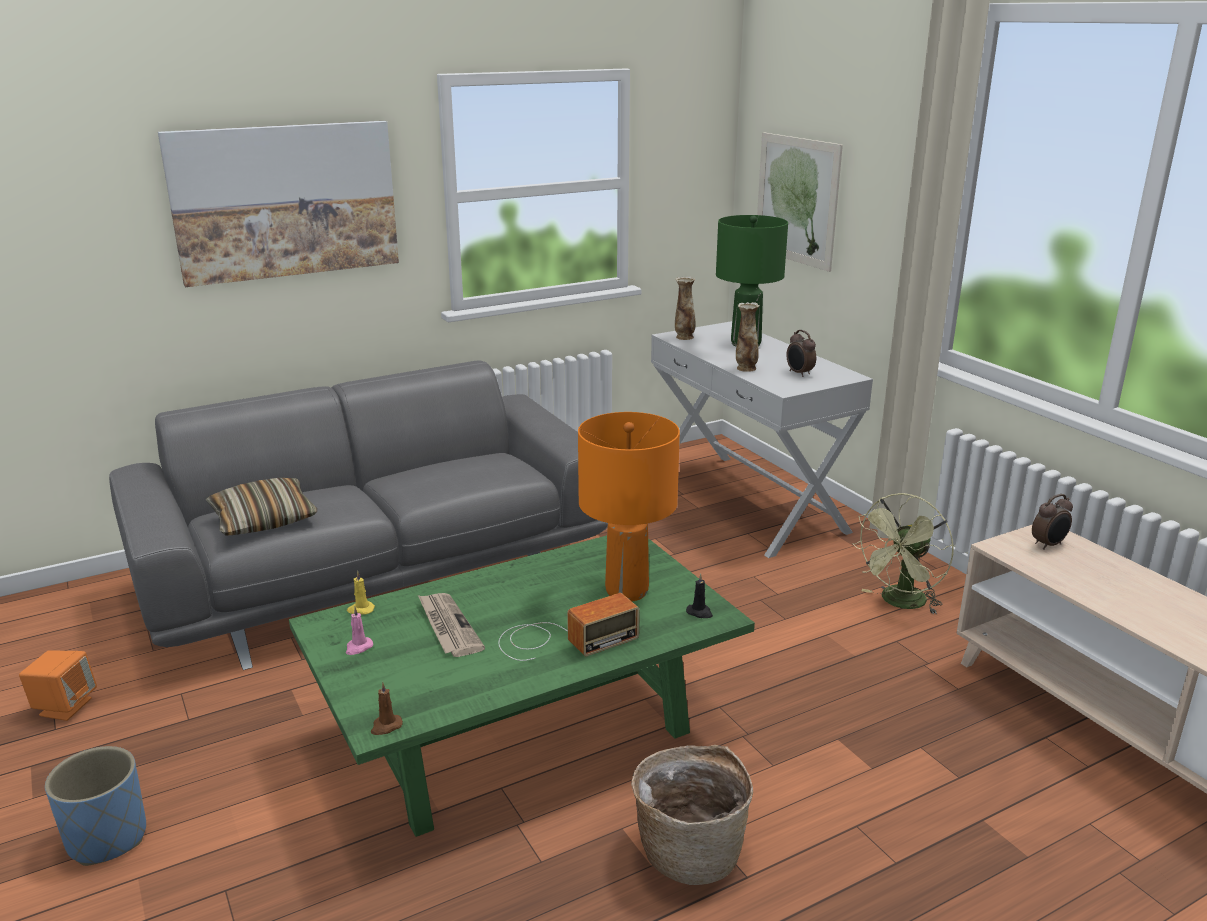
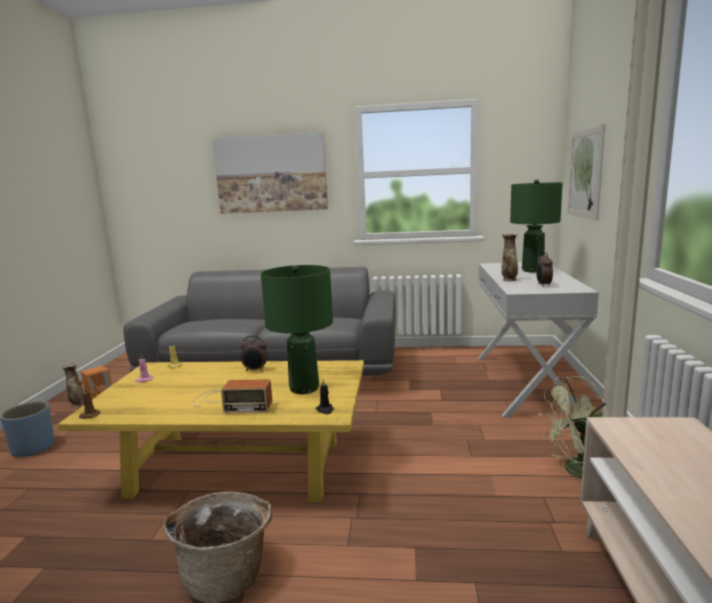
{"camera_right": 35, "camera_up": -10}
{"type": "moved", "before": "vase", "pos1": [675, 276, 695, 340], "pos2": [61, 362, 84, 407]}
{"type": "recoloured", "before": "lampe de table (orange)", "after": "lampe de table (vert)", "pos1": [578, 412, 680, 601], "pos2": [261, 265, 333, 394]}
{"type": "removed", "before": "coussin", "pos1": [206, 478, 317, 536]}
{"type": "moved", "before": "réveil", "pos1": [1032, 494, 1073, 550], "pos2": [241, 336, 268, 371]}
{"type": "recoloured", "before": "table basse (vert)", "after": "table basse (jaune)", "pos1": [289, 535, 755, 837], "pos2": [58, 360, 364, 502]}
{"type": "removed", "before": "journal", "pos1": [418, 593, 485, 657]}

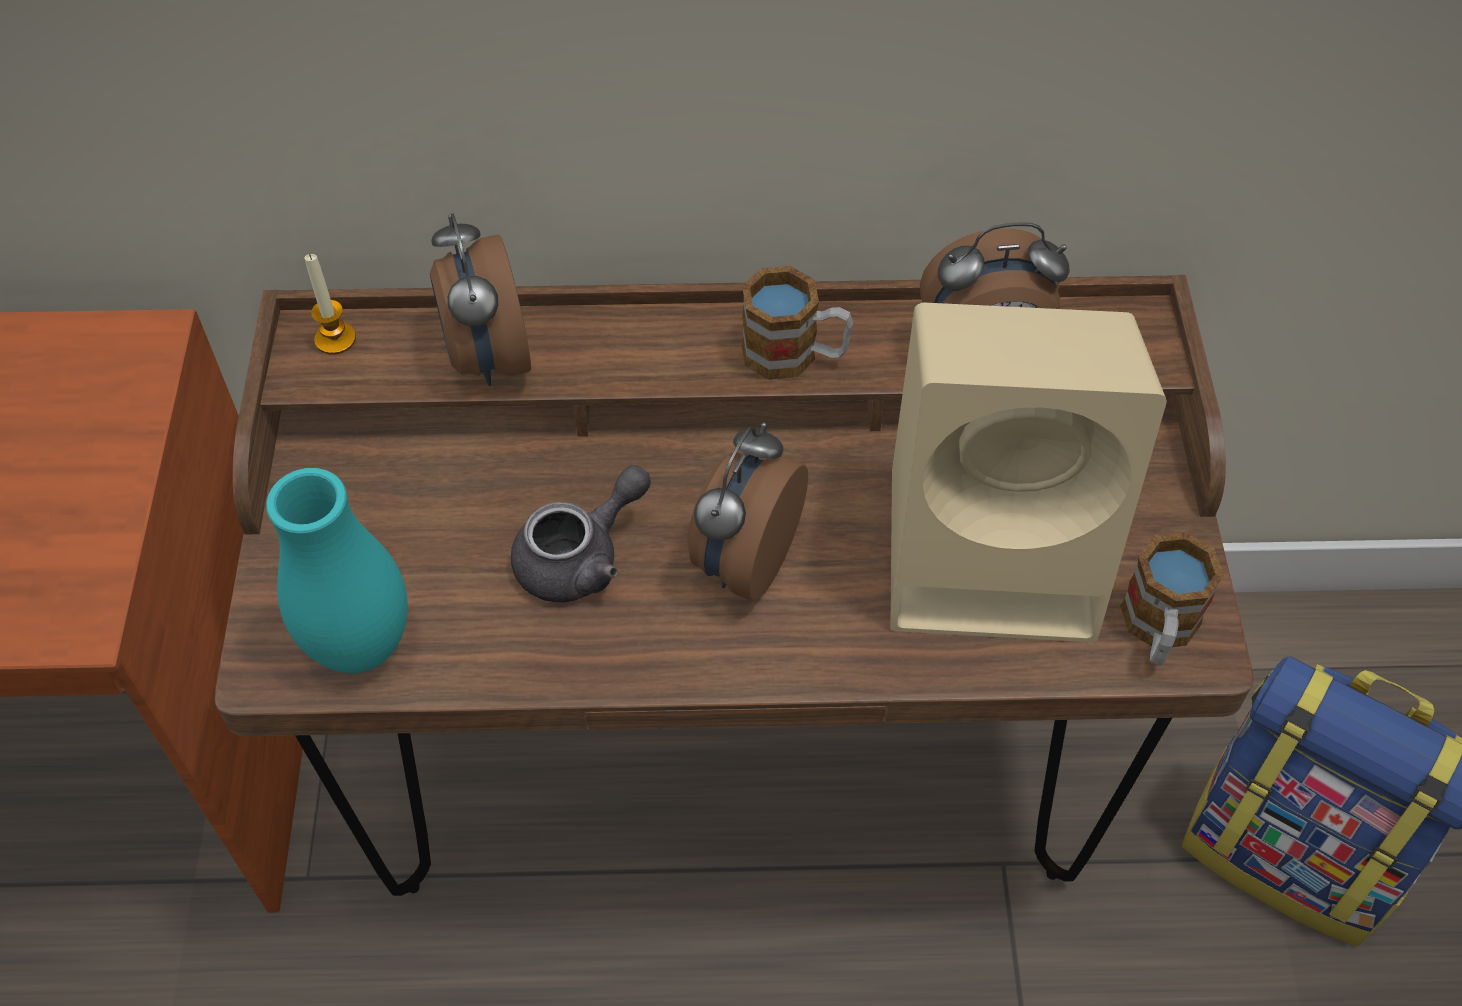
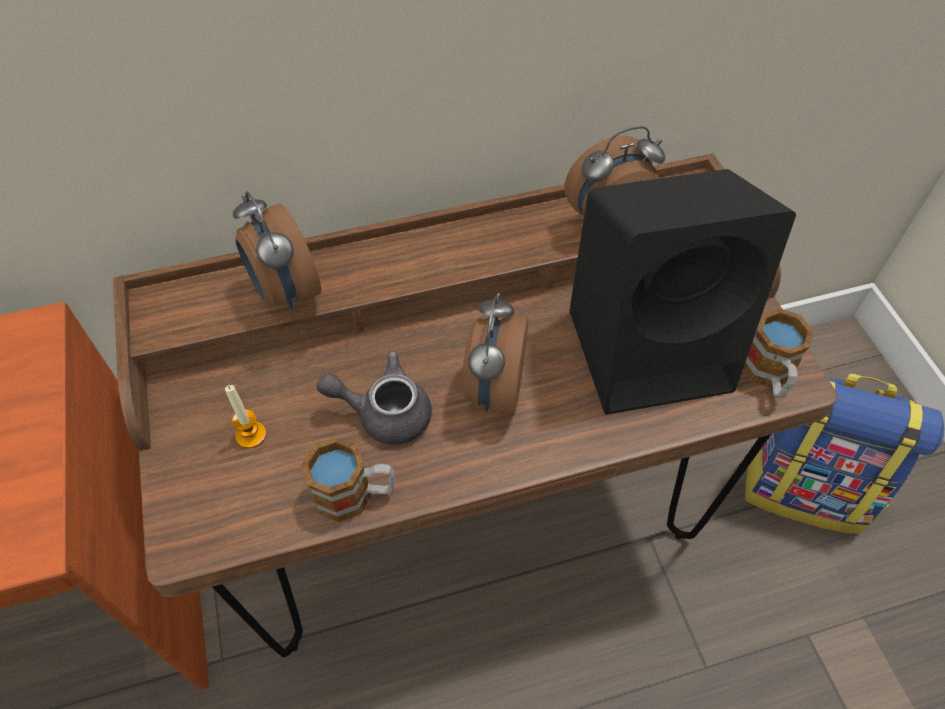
{"camera_right": -15, "camera_up": 0}
{"type": "moved", "before": "bougie", "pos1": [304, 254, 356, 355], "pos2": [225, 385, 266, 448]}
{"type": "moved", "before": "mug", "pos1": [741, 266, 853, 380], "pos2": [301, 437, 394, 522]}
{"type": "recoloured", "before": "enceinte (beige)", "after": "enceinte (noir)", "pos1": [890, 303, 1167, 642], "pos2": [569, 169, 796, 415]}
{"type": "turned", "before": "théière (gris)", "pos1": [511, 465, 651, 602], "pos2": [317, 351, 432, 445], "turn": -120}
{"type": "removed", "before": "vase (turquoise)", "pos1": [266, 468, 408, 673]}

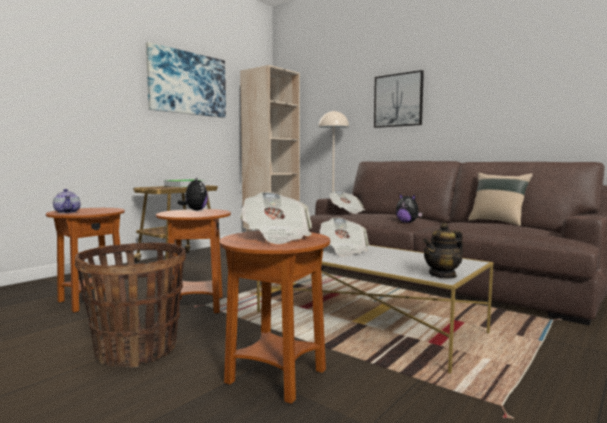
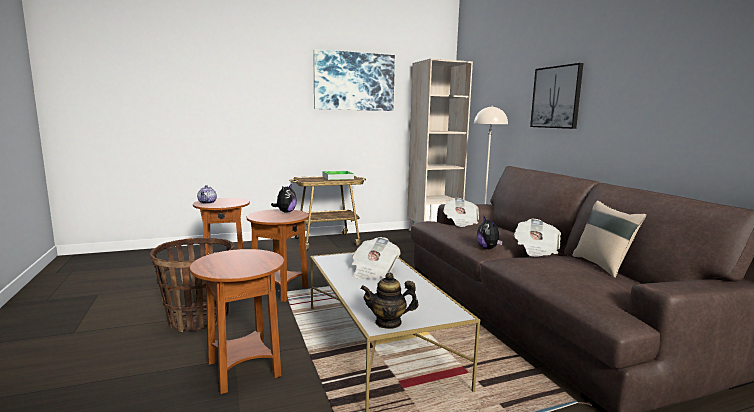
{"camera_right": 30, "camera_up": 5}
{"type": "moved", "before": "journal", "pos1": [240, 192, 312, 244], "pos2": [514, 219, 561, 257]}

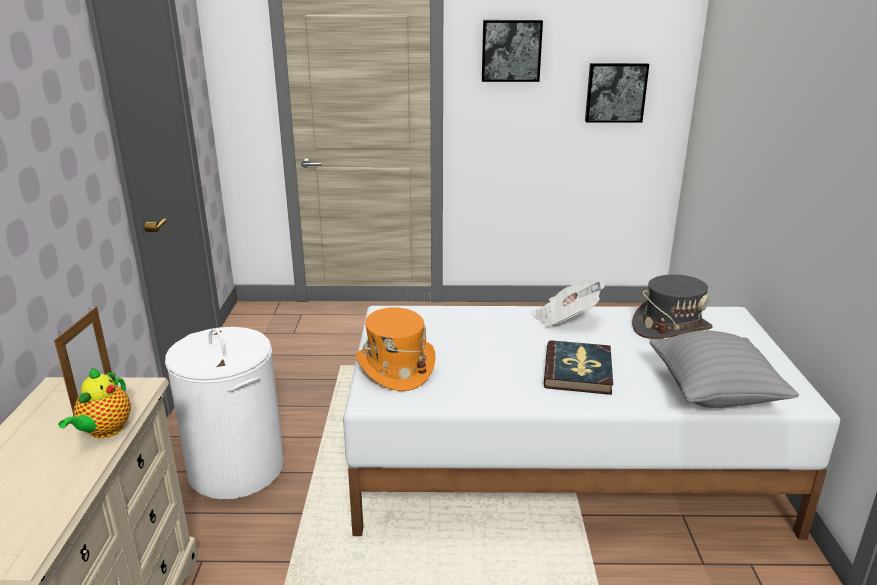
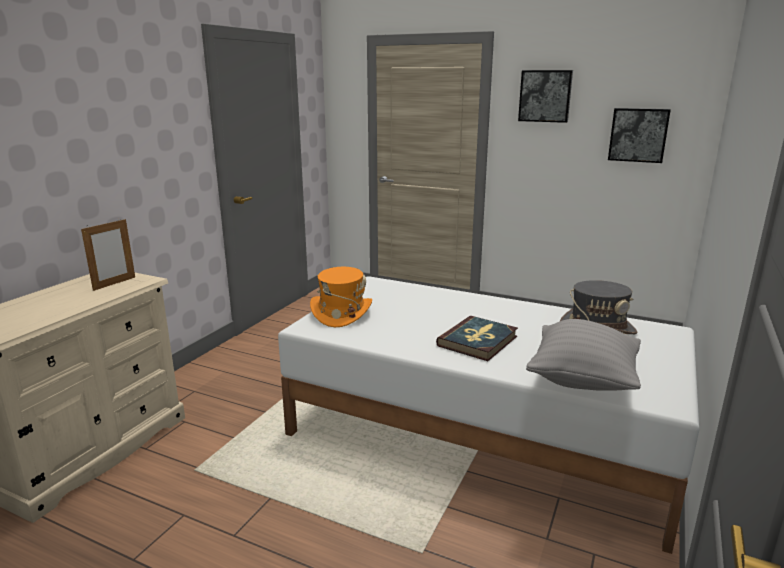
{"camera_right": 25, "camera_up": -5}
{"type": "removed", "before": "journal", "pos1": [531, 279, 604, 327]}
{"type": "removed", "before": "panier à linge (blanc)", "pos1": [165, 327, 284, 499]}
{"type": "removed", "before": "théière", "pos1": [58, 368, 131, 438]}

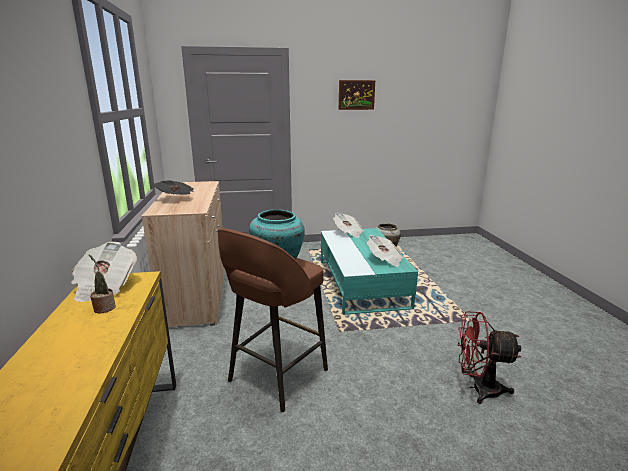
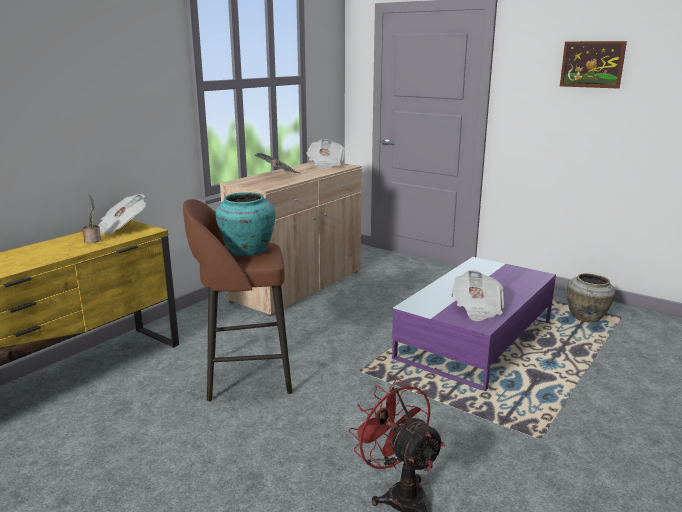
{"camera_right": 45, "camera_up": 0}
{"type": "moved", "before": "journal", "pos1": [333, 213, 364, 238], "pos2": [306, 139, 345, 169]}
{"type": "recoloured", "before": "table basse (turquoise)", "after": "table basse (violet)", "pos1": [321, 228, 418, 315], "pos2": [392, 257, 556, 391]}

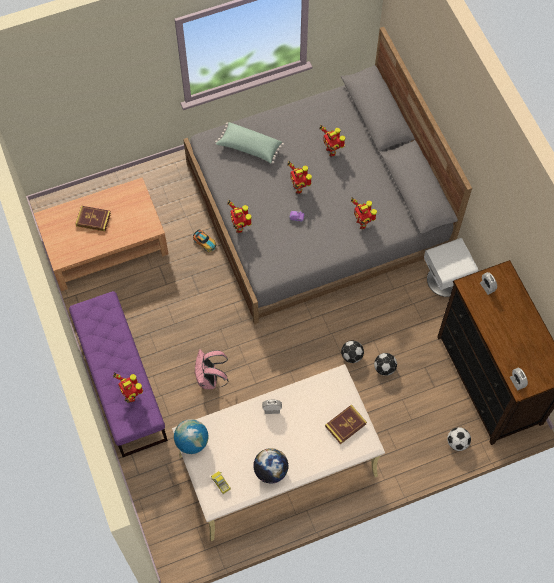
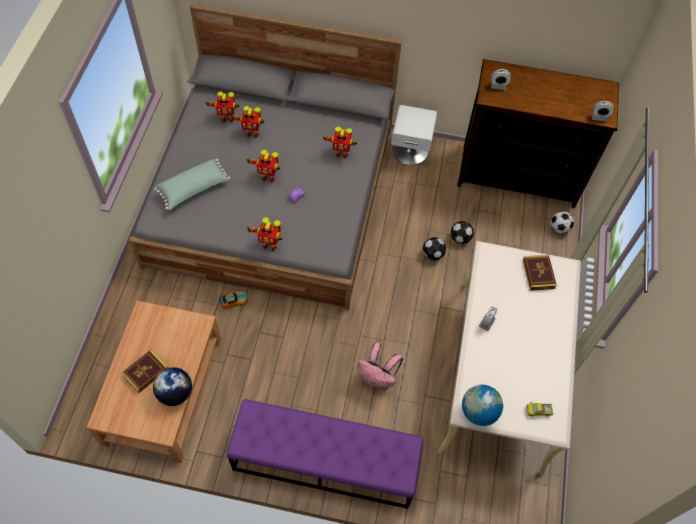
{"camera_right": -60, "camera_up": -5}
{"type": "moved", "before": "robot jouet", "pos1": [113, 373, 143, 403], "pos2": [205, 92, 240, 123]}
{"type": "moved", "before": "globe", "pos1": [253, 448, 288, 483], "pos2": [153, 367, 192, 406]}

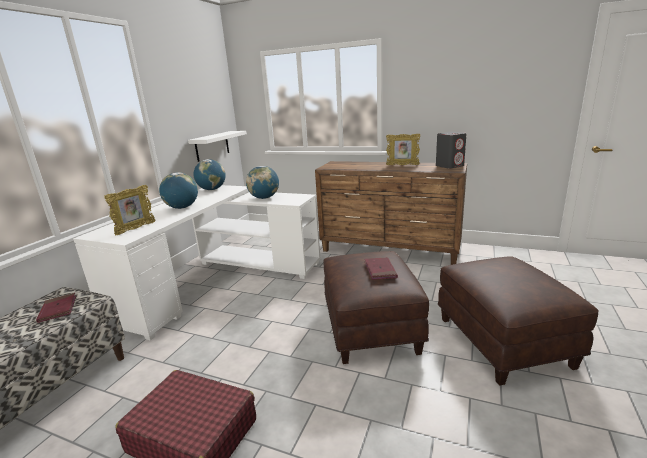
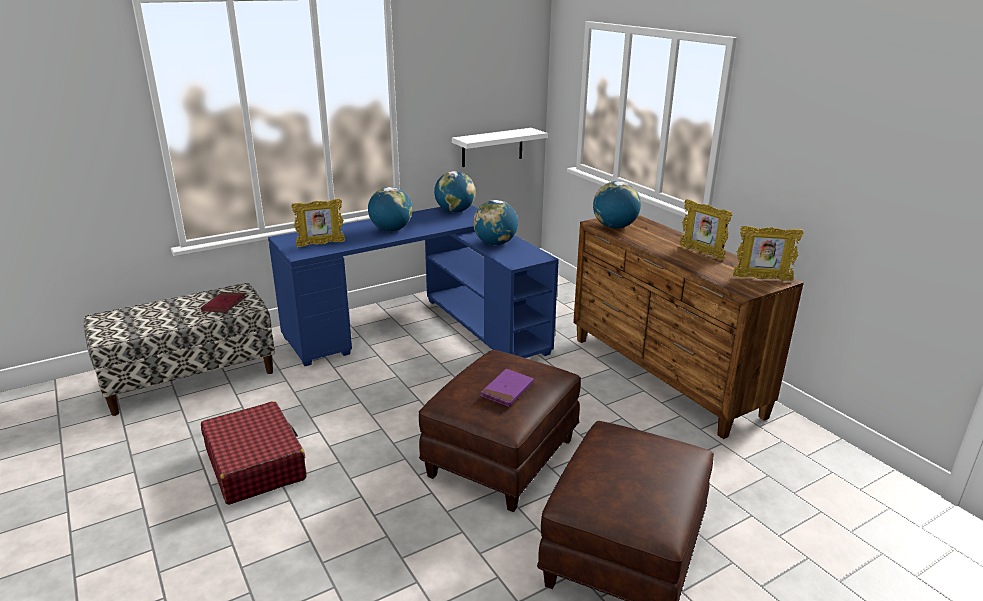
{"camera_right": 35, "camera_up": 5}
{"type": "replaced", "before": "enceinte (gris)", "after": "cadre photo", "pos1": [436, 132, 467, 169], "pos2": [733, 226, 803, 281]}
{"type": "recoloured", "before": "bureau (blanc)", "after": "bureau (bleu)", "pos1": [73, 185, 320, 341], "pos2": [268, 205, 559, 366]}
{"type": "recoloured", "before": "livre (rouge)", "after": "livre (violet)", "pos1": [365, 257, 398, 280], "pos2": [481, 369, 534, 407]}
{"type": "added", "after": "globe", "pos2": [593, 181, 641, 229]}

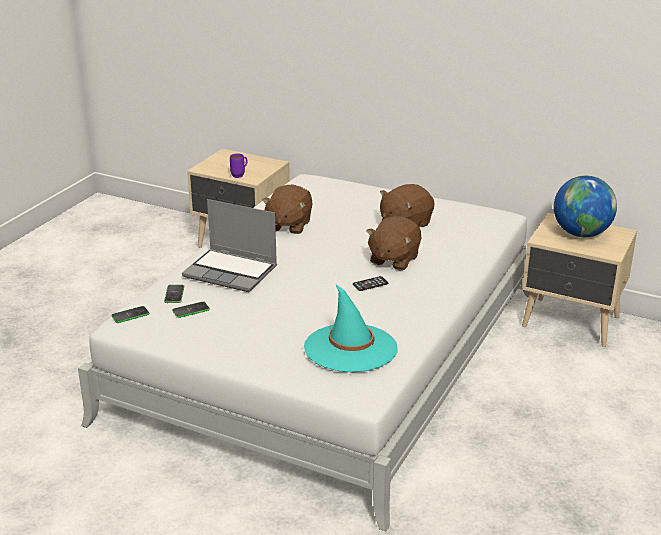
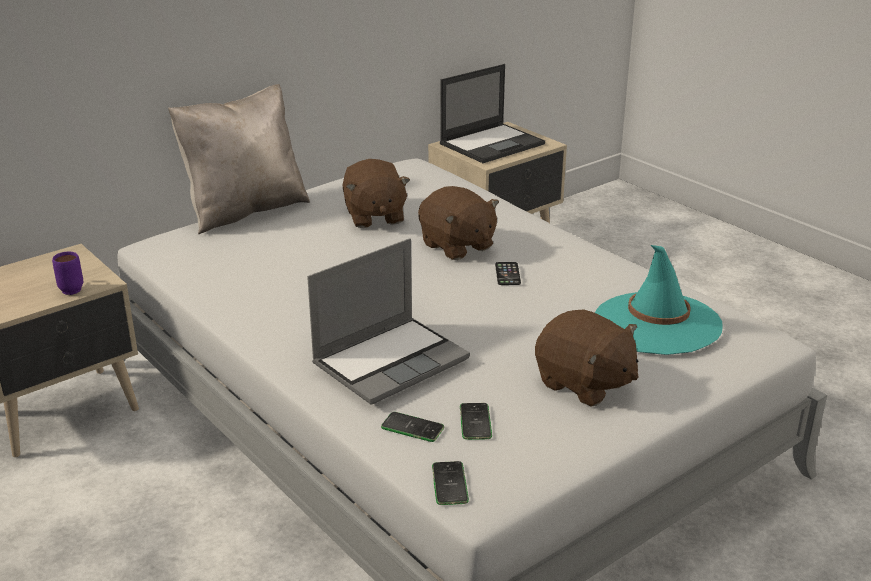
{"camera_right": -65, "camera_up": 0}
{"type": "replaced", "before": "globe", "after": "ordinateur portable", "pos1": [554, 176, 617, 237], "pos2": [440, 64, 545, 163]}
{"type": "moved", "before": "peluche (marron)", "pos1": [262, 185, 313, 234], "pos2": [535, 309, 638, 407]}
{"type": "added", "after": "coussin (beige)", "pos2": [168, 84, 310, 234]}

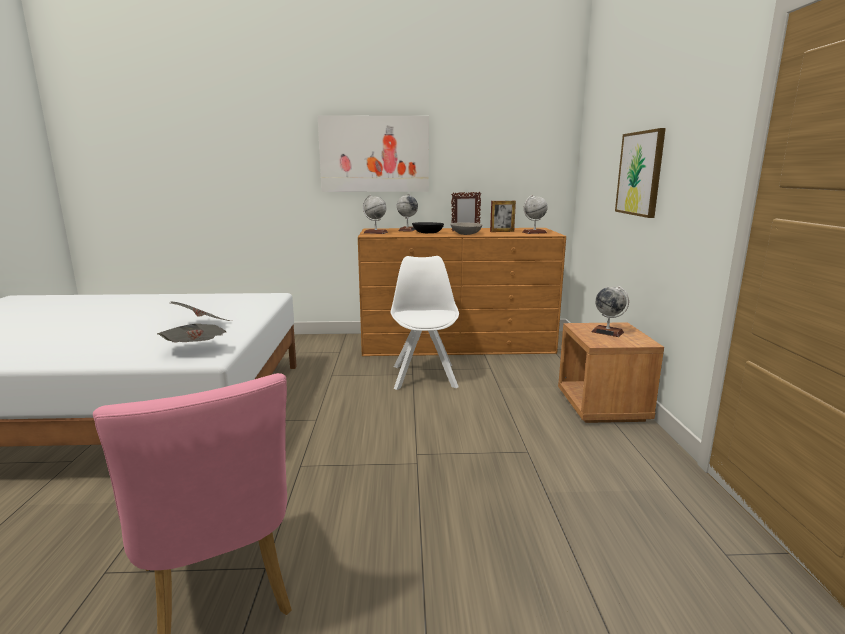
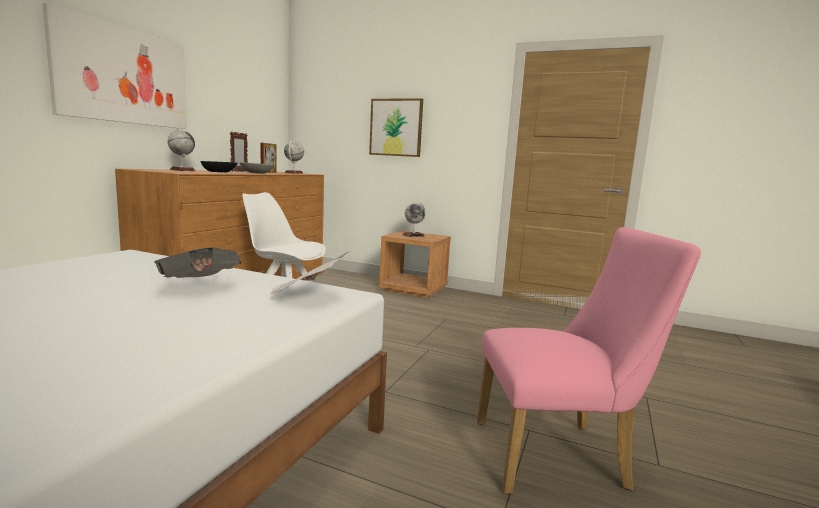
{"camera_right": -65, "camera_up": -5}
{"type": "removed", "before": "globe", "pos1": [363, 195, 388, 234]}

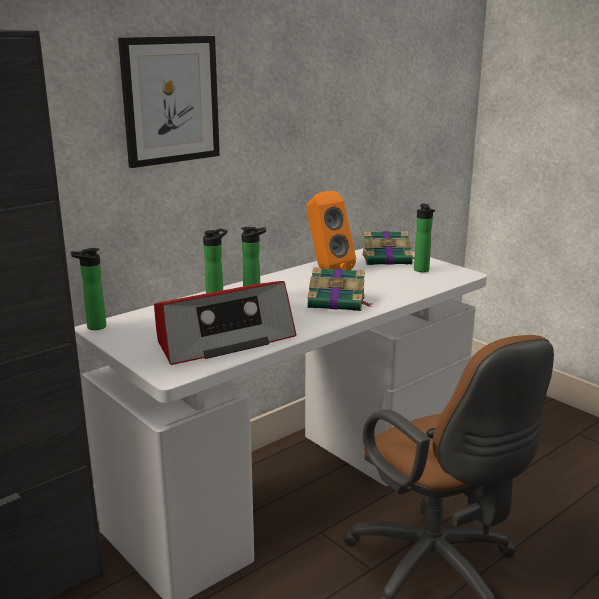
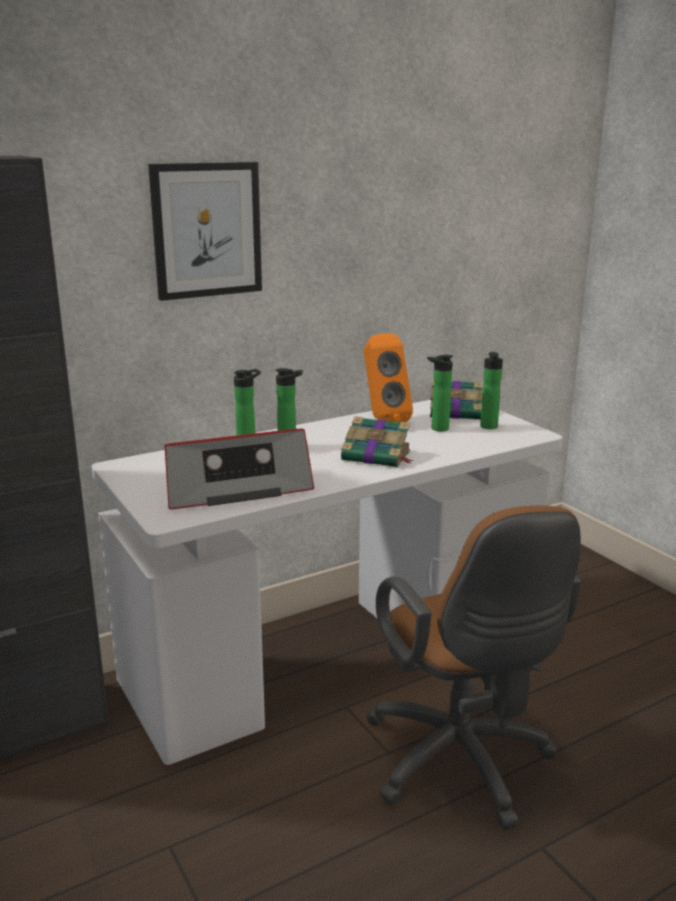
{"camera_right": 10, "camera_up": 0}
{"type": "moved", "before": "bouteille", "pos1": [71, 248, 106, 330], "pos2": [427, 355, 453, 431]}

